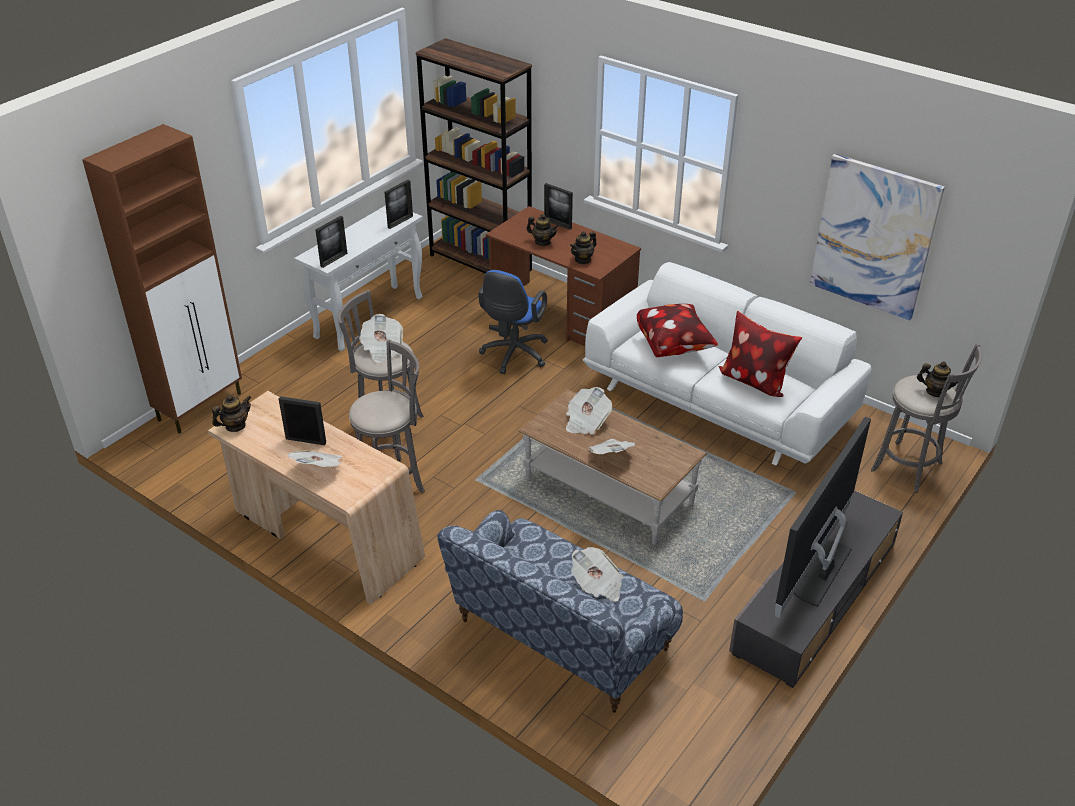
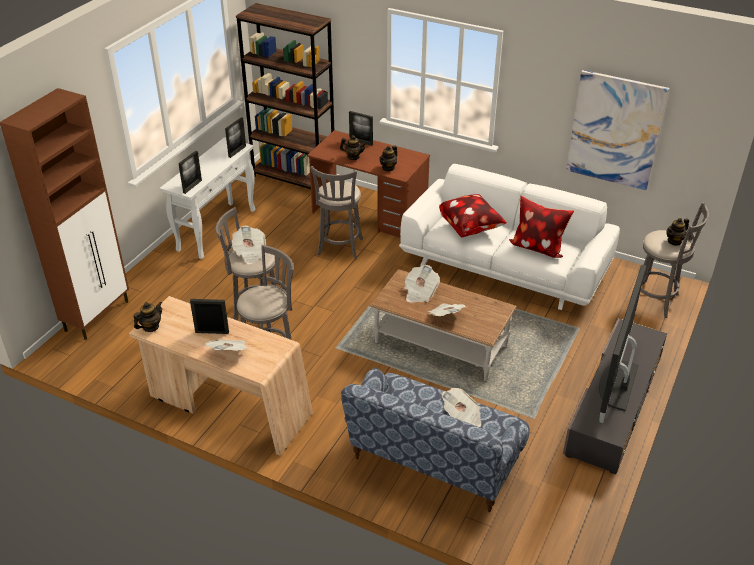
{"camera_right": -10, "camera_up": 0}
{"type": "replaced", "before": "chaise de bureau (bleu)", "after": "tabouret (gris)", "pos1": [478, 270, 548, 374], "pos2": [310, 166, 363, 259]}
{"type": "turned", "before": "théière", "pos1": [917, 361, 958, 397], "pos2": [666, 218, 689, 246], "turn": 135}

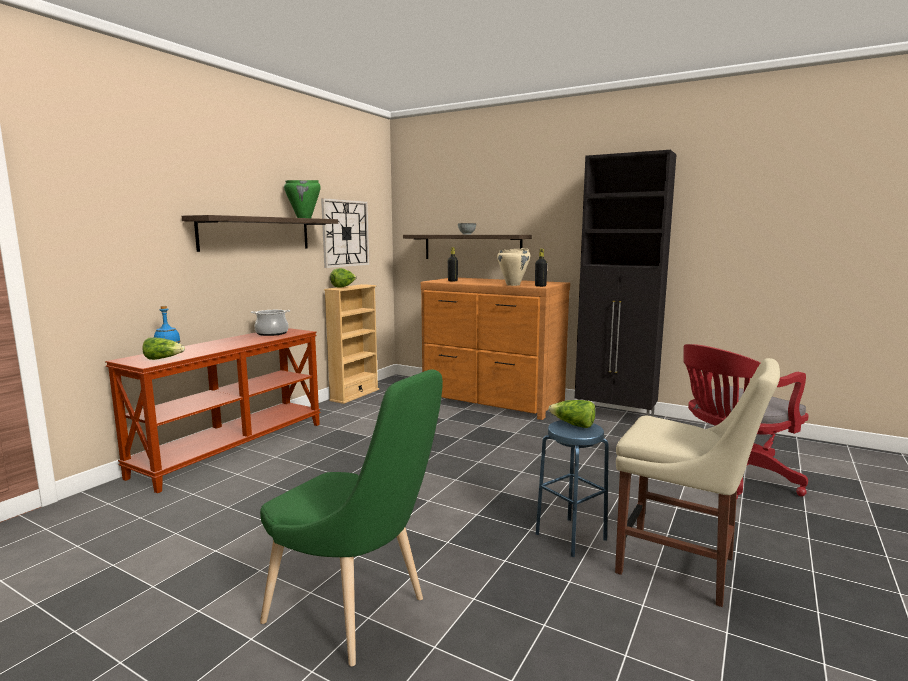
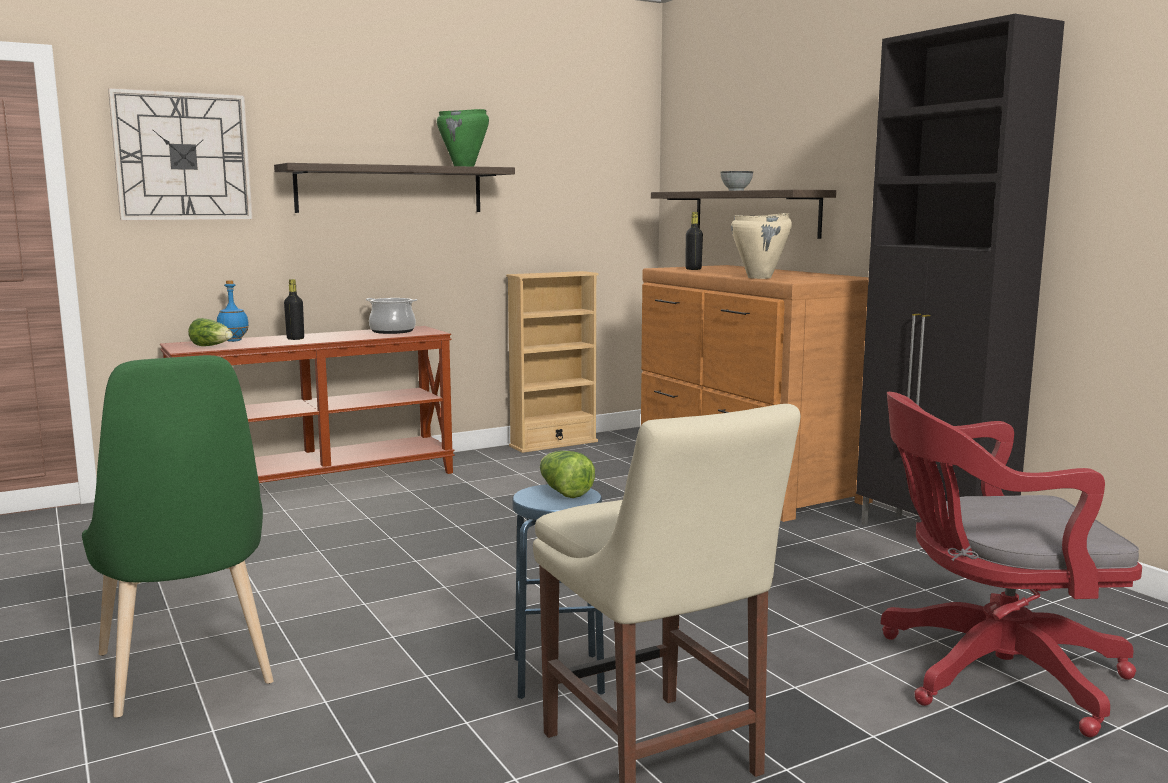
{"camera_right": 30, "camera_up": 0}
{"type": "moved", "before": "horloge murale", "pos1": [321, 198, 369, 268], "pos2": [108, 88, 253, 221]}
{"type": "moved", "before": "bouteille (noir)", "pos1": [535, 249, 547, 287], "pos2": [284, 279, 304, 340]}
{"type": "removed", "before": "laitue", "pos1": [330, 268, 357, 288]}

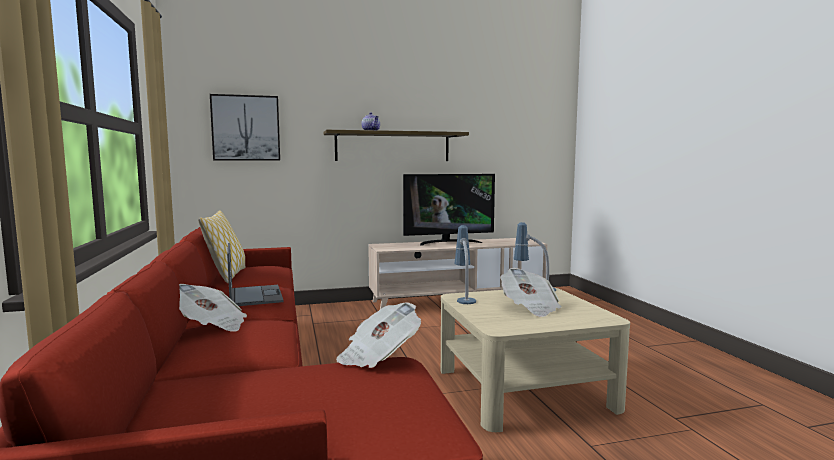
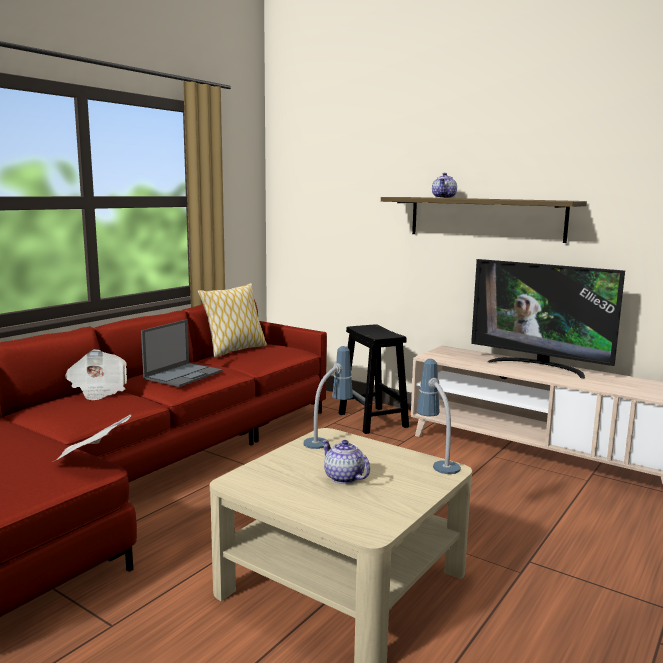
{"camera_right": 50, "camera_up": 5}
{"type": "removed", "before": "tableau", "pos1": [210, 94, 280, 161]}
{"type": "replaced", "before": "journal", "after": "théière", "pos1": [500, 268, 562, 317], "pos2": [321, 440, 370, 484]}
{"type": "added", "after": "tabouret (noir)", "pos2": [339, 324, 409, 434]}

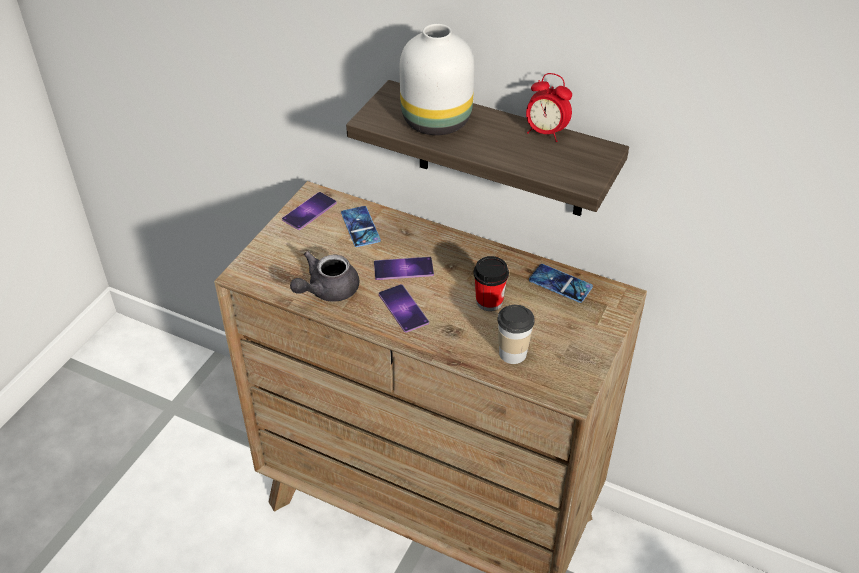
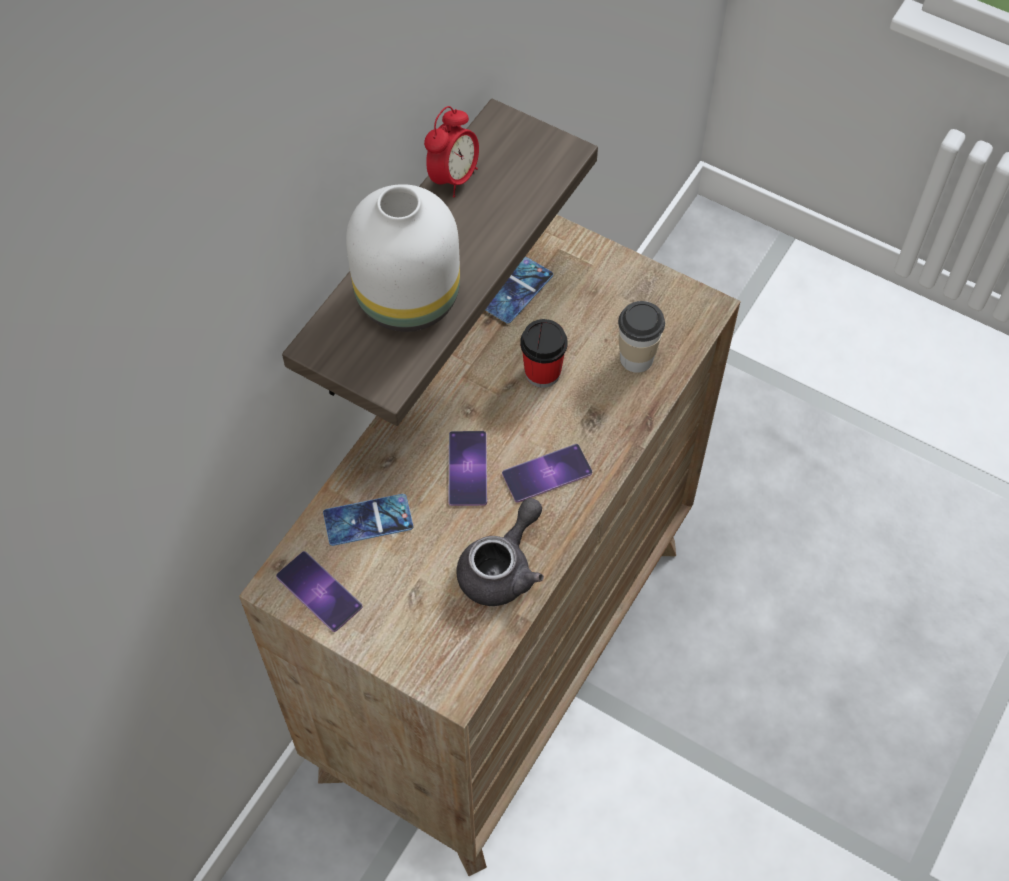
{"camera_right": -85, "camera_up": 15}
{"type": "turned", "before": "théière (gris)", "pos1": [290, 251, 359, 302], "pos2": [456, 498, 544, 606], "turn": -105}

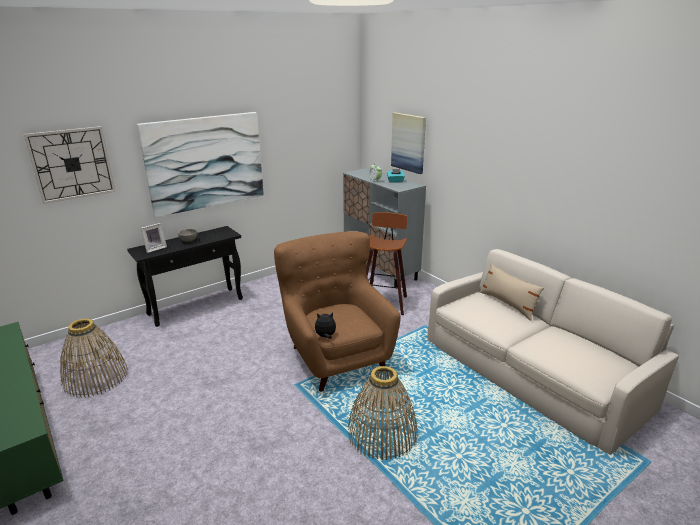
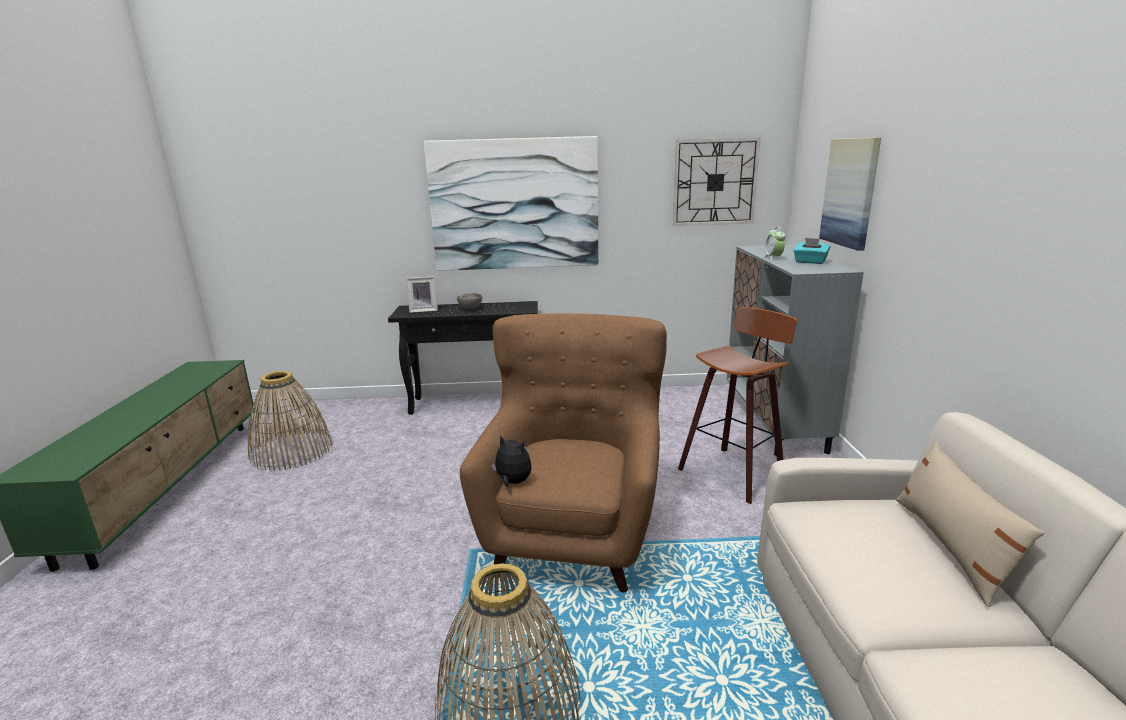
{"camera_right": 35, "camera_up": -5}
{"type": "moved", "before": "horloge murale", "pos1": [24, 126, 116, 204], "pos2": [673, 138, 760, 226]}

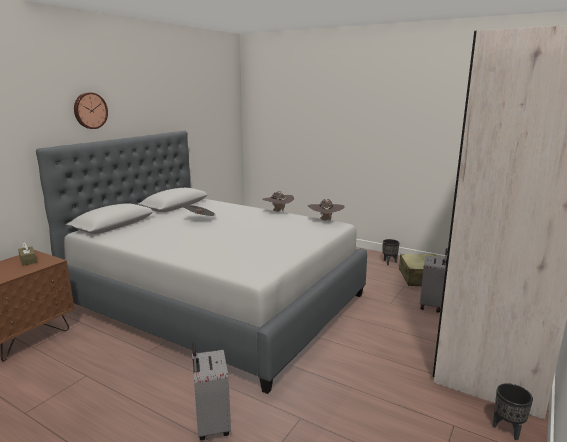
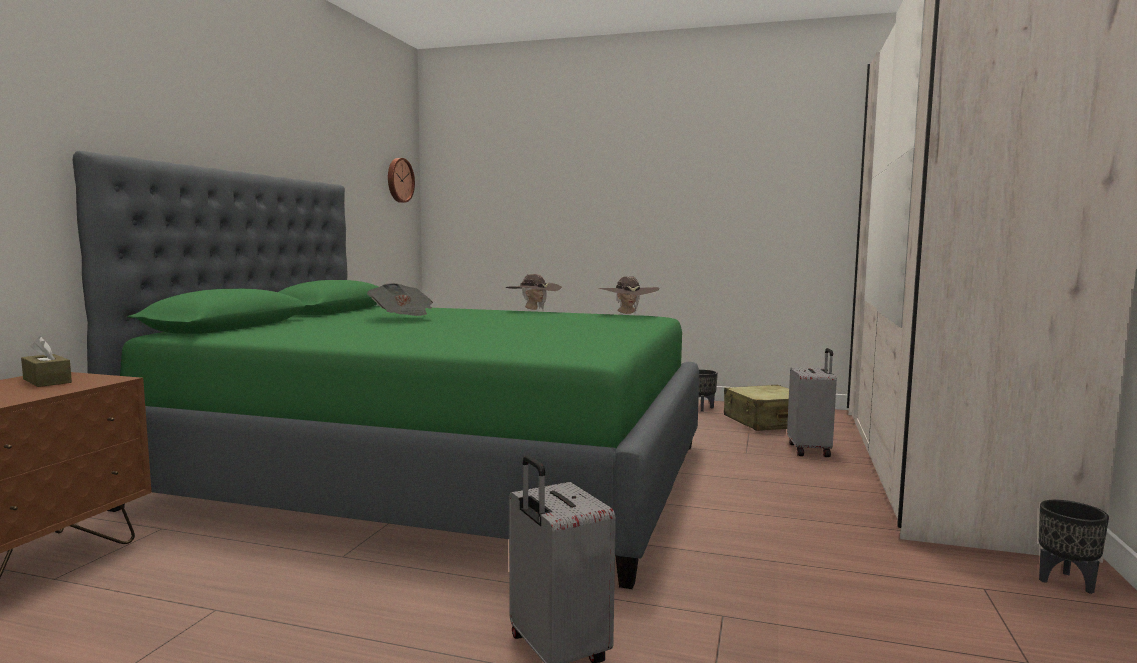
{"camera_right": -15, "camera_up": -10}
{"type": "moved", "before": "horloge murale", "pos1": [74, 92, 108, 129], "pos2": [388, 158, 415, 203]}
{"type": "recoloured", "before": "lit (gris)", "after": "lit (vert)", "pos1": [36, 131, 367, 394], "pos2": [73, 151, 699, 589]}

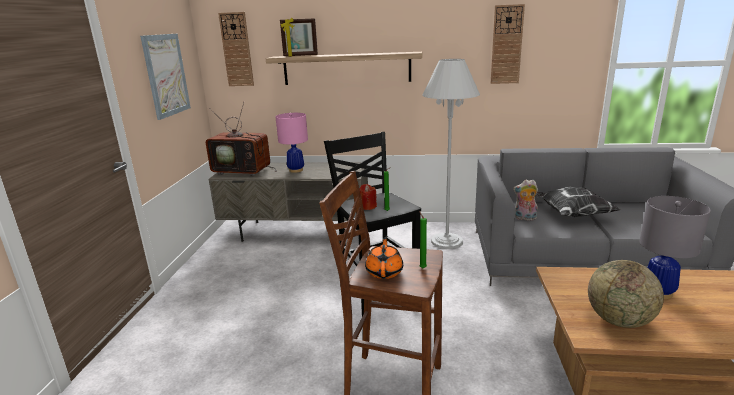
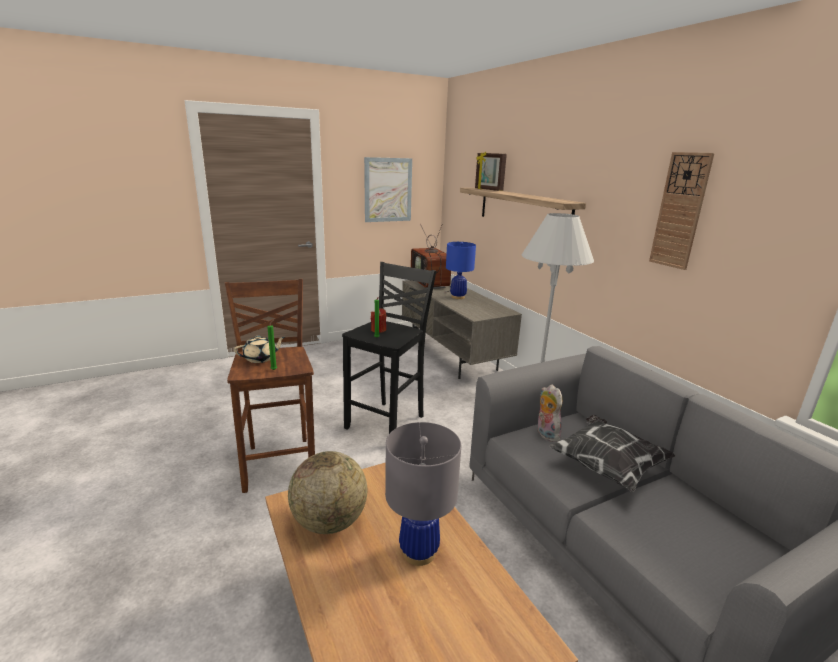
{"camera_right": 55, "camera_up": 0}
{"type": "removed", "before": "horloge murale", "pos1": [218, 12, 254, 86]}
{"type": "recoloured", "before": "lampe de table (rose)", "after": "lampe de table (bleu)", "pos1": [275, 113, 308, 173], "pos2": [446, 242, 476, 299]}
{"type": "recoloured", "before": "théière (orange)", "after": "théière (beige)", "pos1": [365, 237, 403, 279], "pos2": [234, 336, 285, 363]}

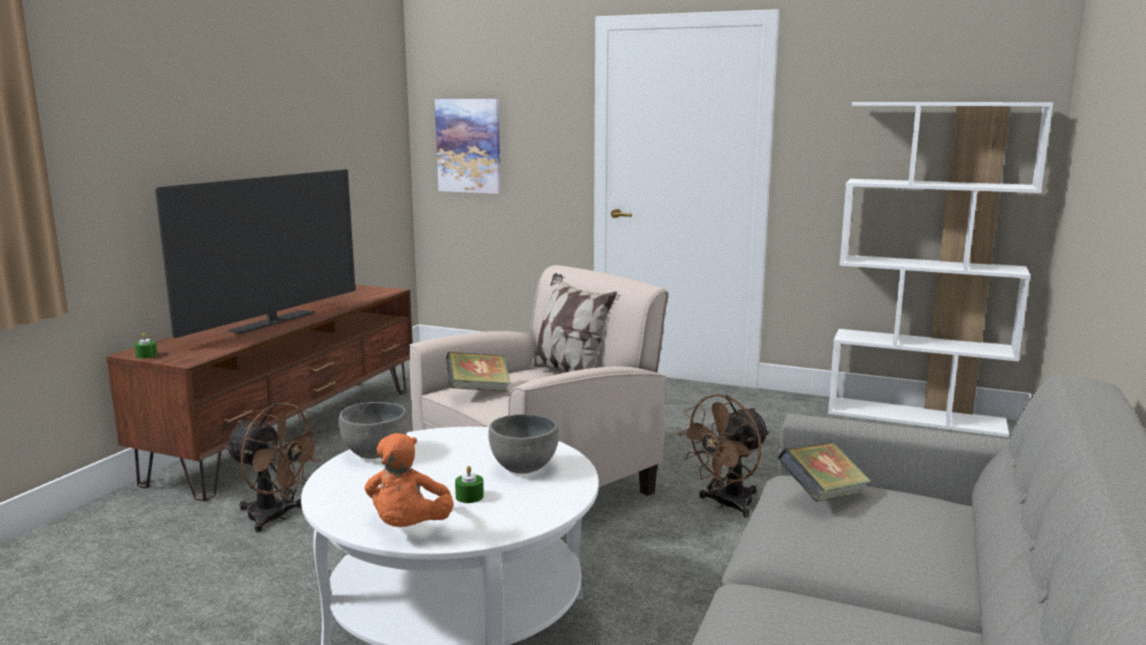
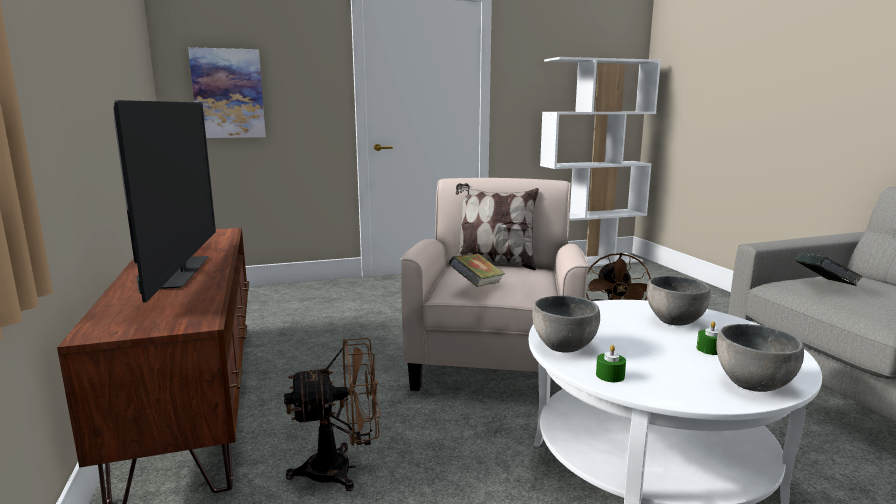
{"camera_right": -40, "camera_up": 0}
{"type": "moved", "before": "bougie (vert)", "pos1": [134, 333, 157, 359], "pos2": [596, 345, 626, 382]}
{"type": "replaced", "before": "peluche (orange)", "after": "bol (gris)", "pos1": [364, 433, 453, 527], "pos2": [716, 324, 804, 392]}

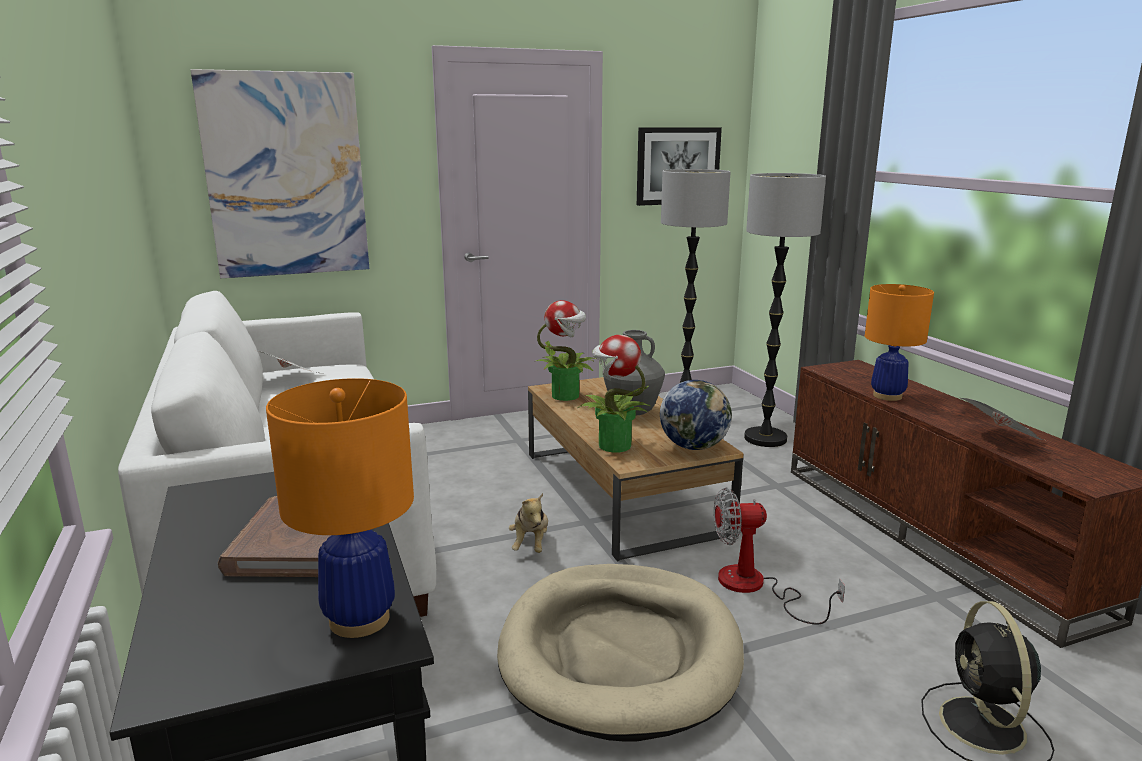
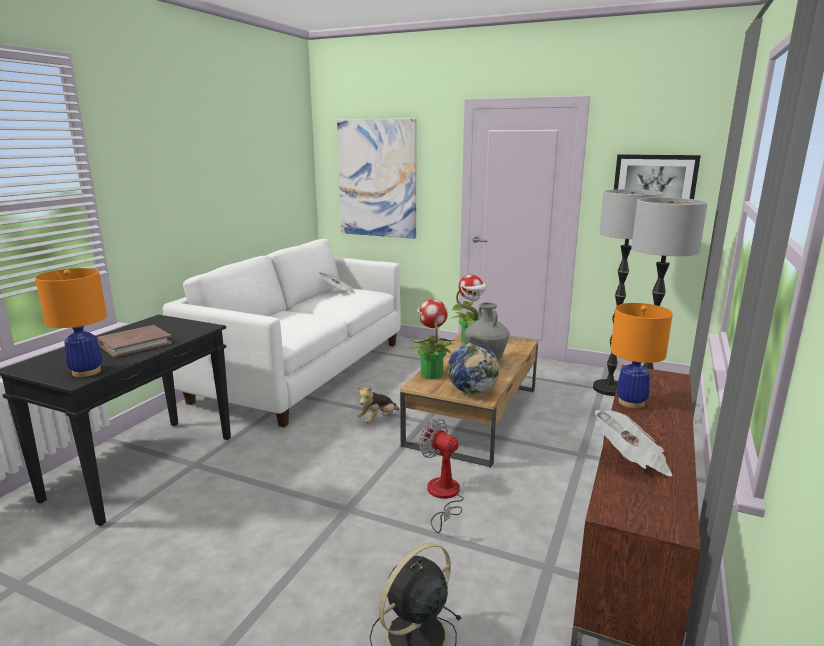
{"camera_right": 45, "camera_up": 0}
{"type": "removed", "before": "panier pour chien (beige)", "pos1": [497, 564, 744, 742]}

